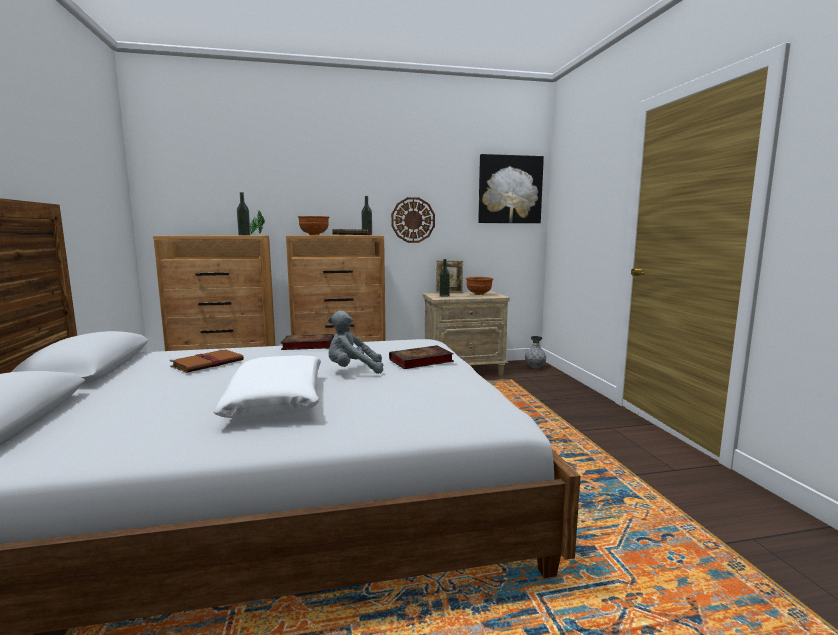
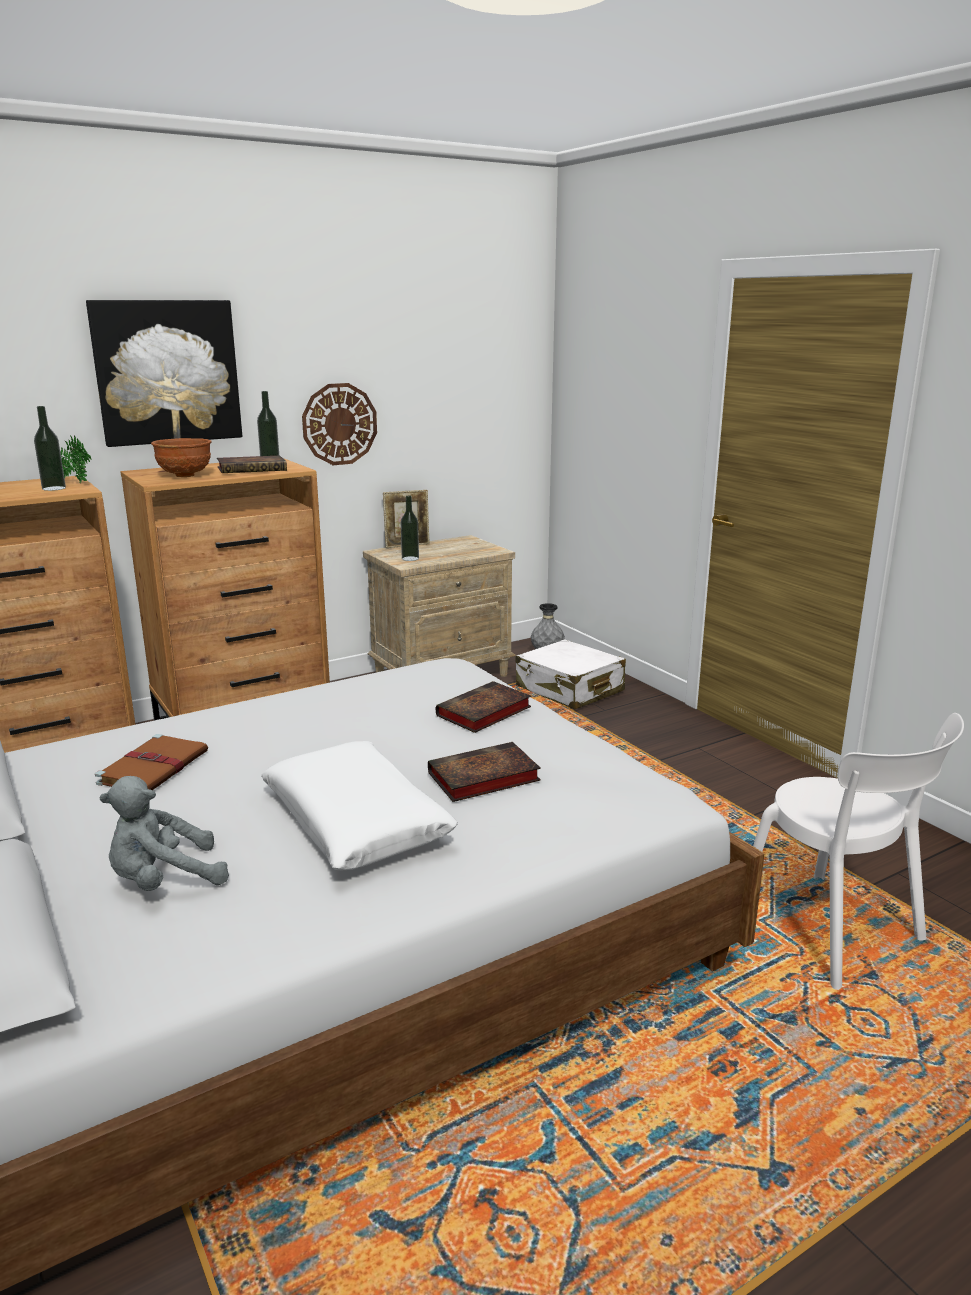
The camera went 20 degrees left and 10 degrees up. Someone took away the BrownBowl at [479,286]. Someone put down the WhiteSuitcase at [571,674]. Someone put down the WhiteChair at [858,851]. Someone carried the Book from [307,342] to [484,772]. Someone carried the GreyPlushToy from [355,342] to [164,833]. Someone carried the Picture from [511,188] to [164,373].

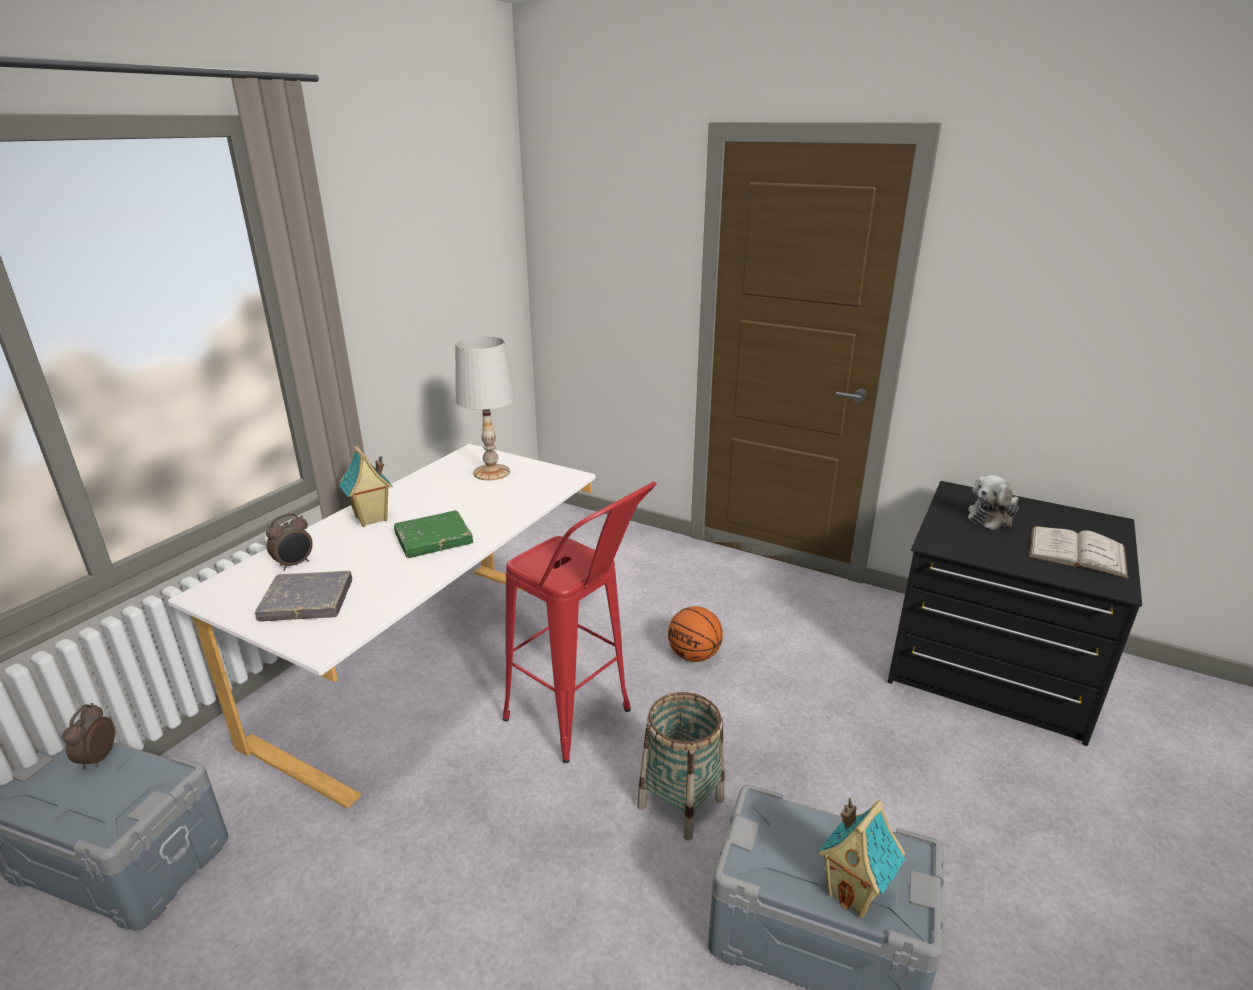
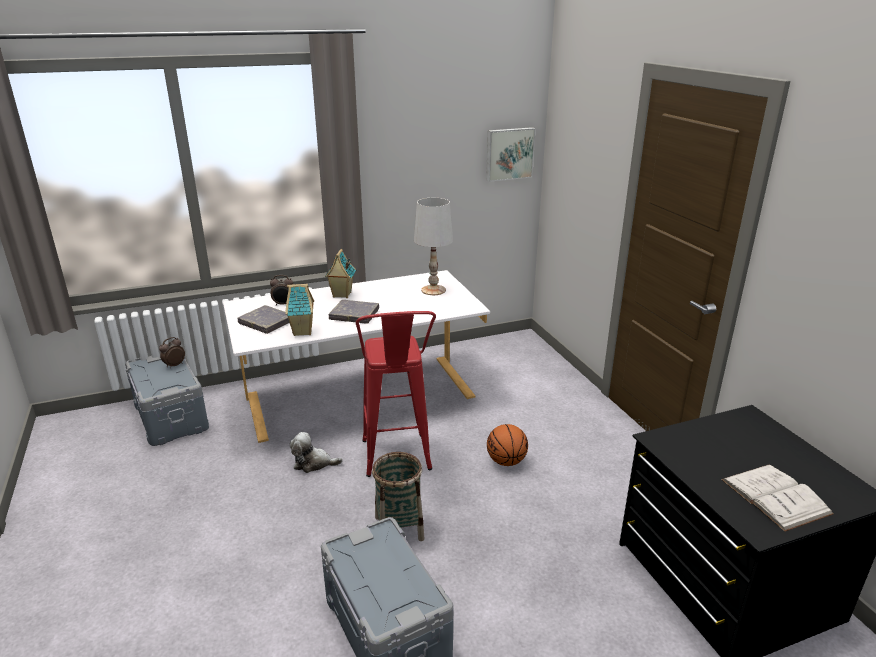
The camera went 40 degrees right and 0 degrees up. Someone put up the Picture at [511,154]. Someone carried the ToyHouse from [862,858] to [300,310]. Someone carried the PlushToy from [993,502] to [316,452]. Someone repainted the GreenBook at [433,534], which became the GreyBook at [354,312].

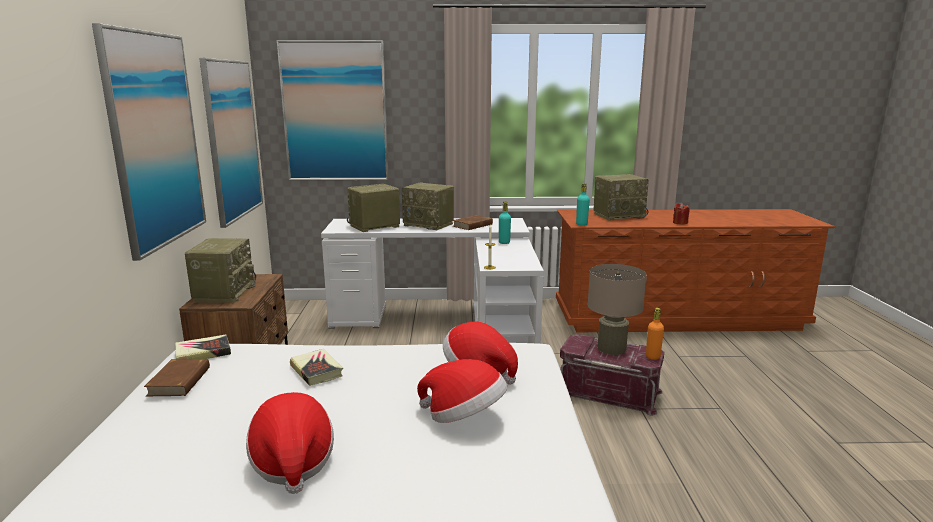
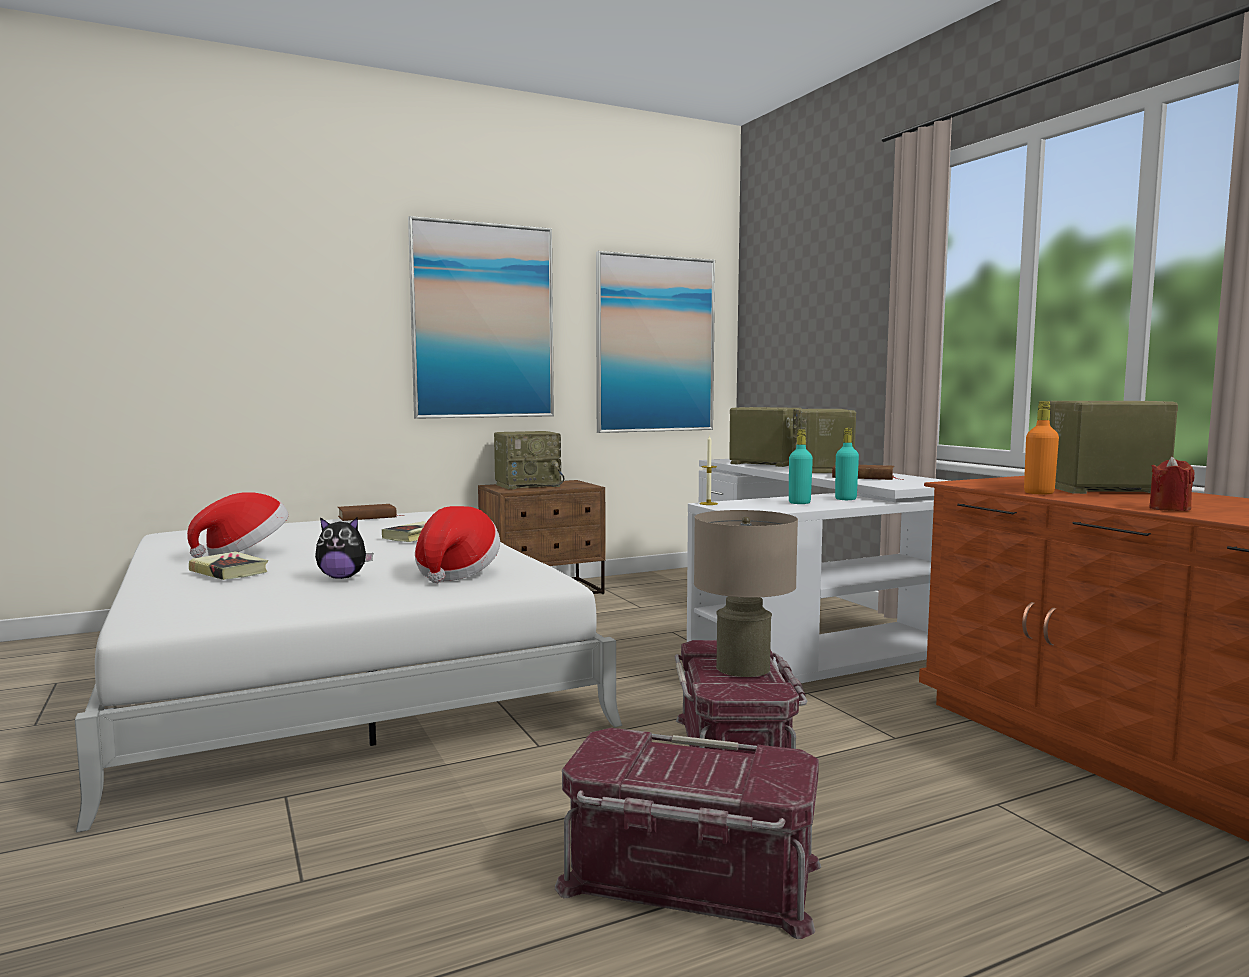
The camera went 65 degrees right and 10 degrees down. Someone took away the Picture at [332,110]. Someone put down the RedStorageBox at [688,833]. Someone carried the Book from [203,347] to [228,565]. Someone carried the TurquoiseBottle from [583,204] to [801,466]. Someone carried the OrangeBottle from [655,334] to [1041,448]. Someone swapped the Hat at [462,391] for the PlushToy at [344,548]. Someone rotated the Radio at [621,197] by 135 degrees clockwise.

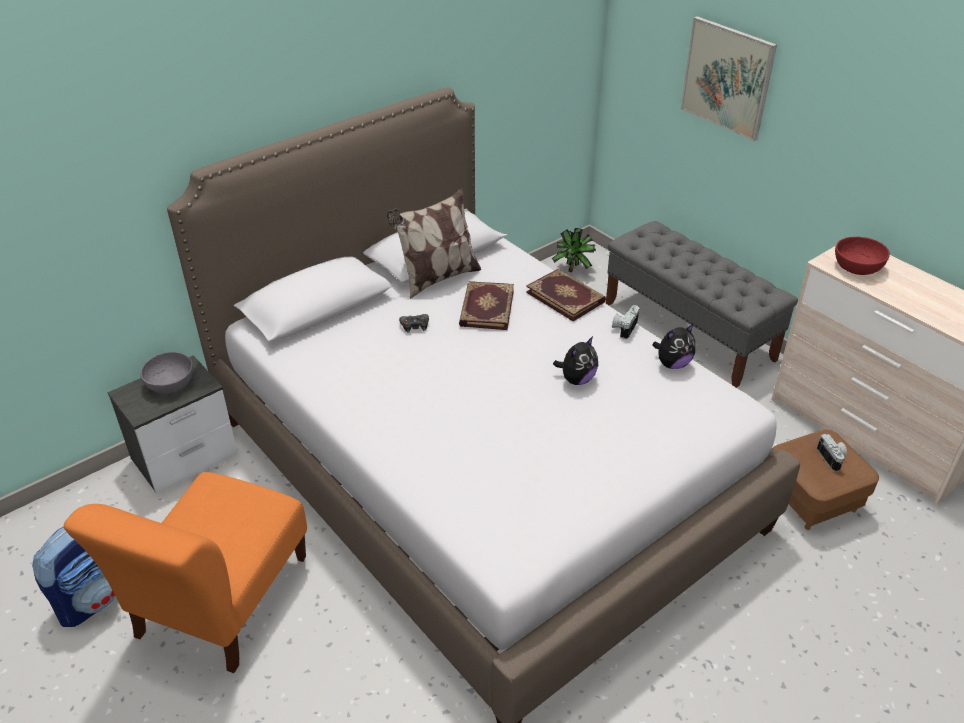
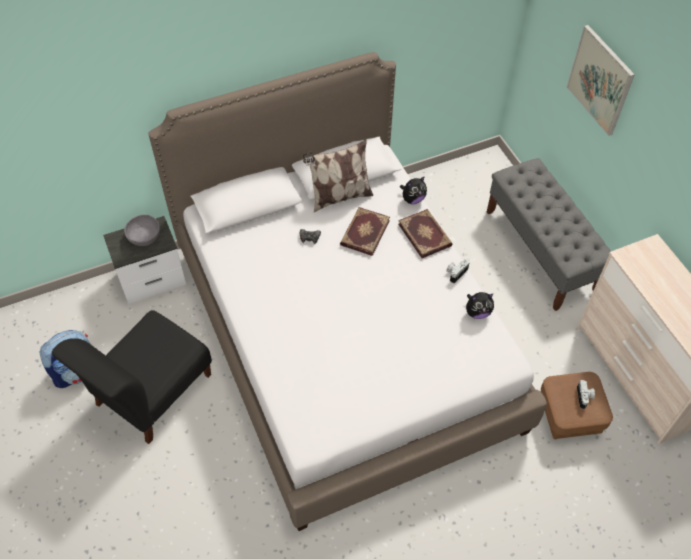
The camera went 15 degrees right and 15 degrees up. Someone took away the PottedPlant at [574,250]. Someone took away the RedBowl at [862,256]. Someone carried the PlushToy from [575,360] to [413,190]. Someone repainted the OrangeChair at [185,572], which became the BlackChair at [132,377].

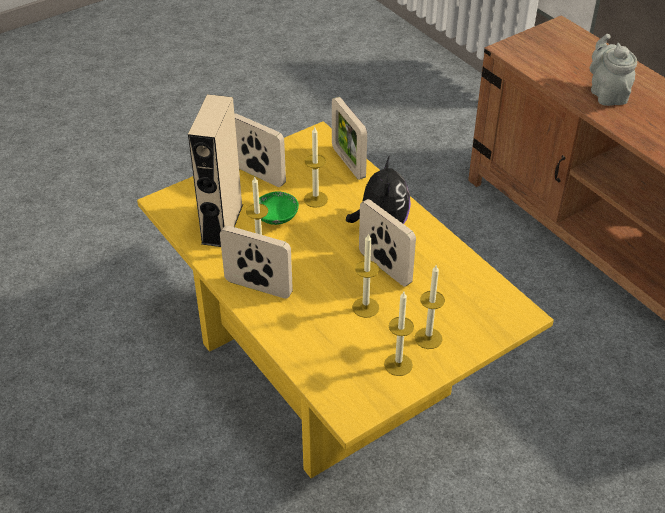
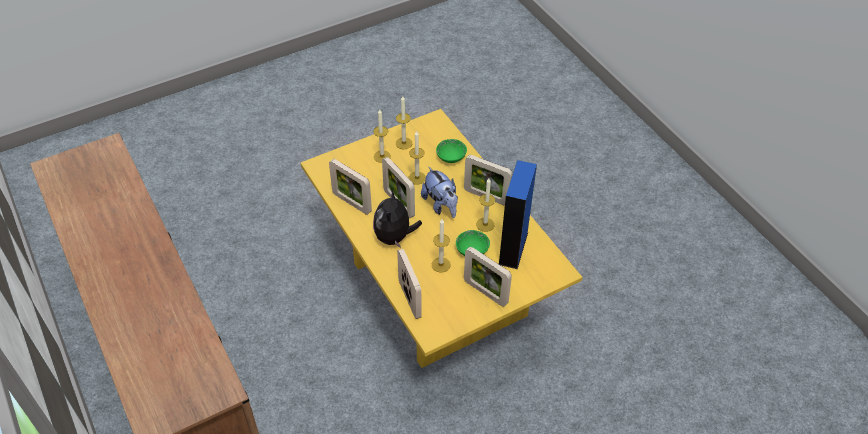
The camera went 175 degrees left and 5 degrees up. Someone took away the GreyTeapot at [613,70]. Someone put down the PictureFrame at [350,187]. Someone put down the PlushToy at [439,192]. Someone put down the GreenBowl at [451,151]. Someone repainted the BeigeSpeaker at [215,170], which became the BlueSpeaker at [518,214].

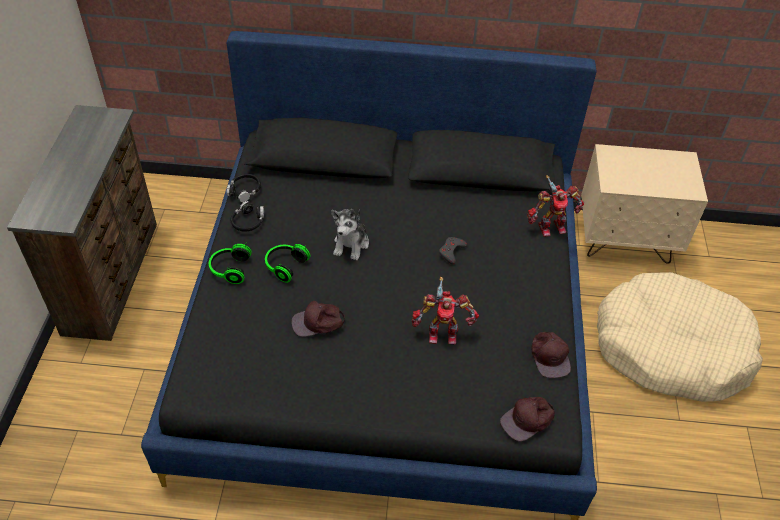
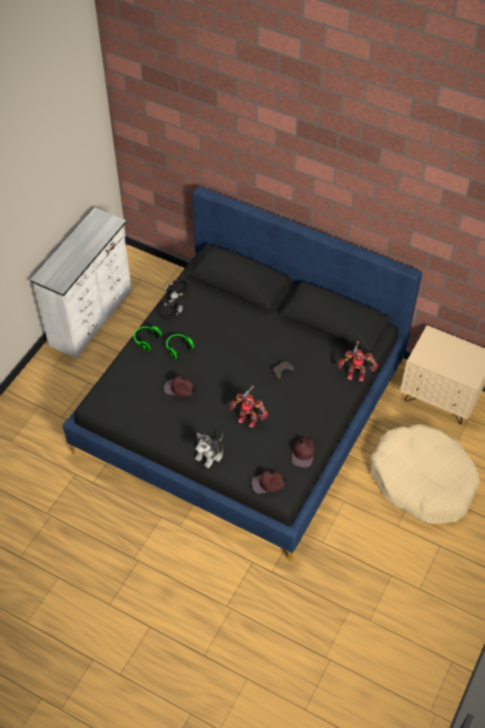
The camera went 25 degrees right and 5 degrees up. Someone carried the PlushToy from [350,234] to [209,450]. Someone repainted the BrownDresser at [82,223], which became the WhiteDresser at [81,283].

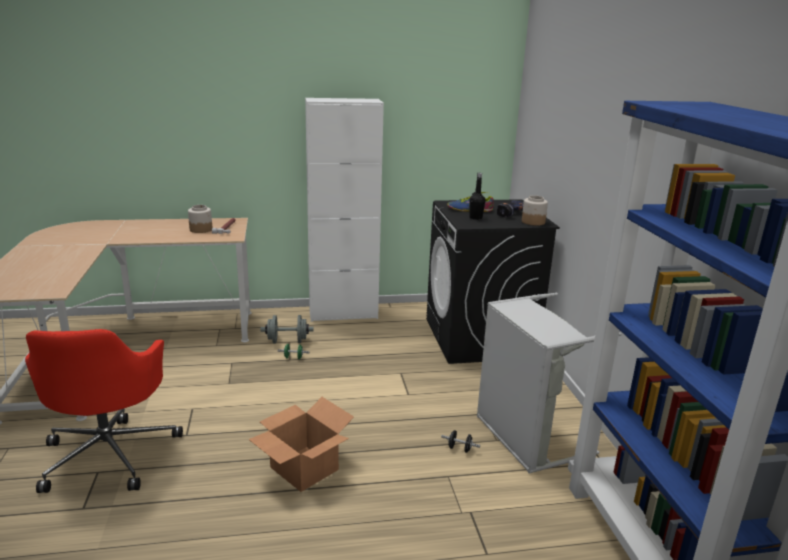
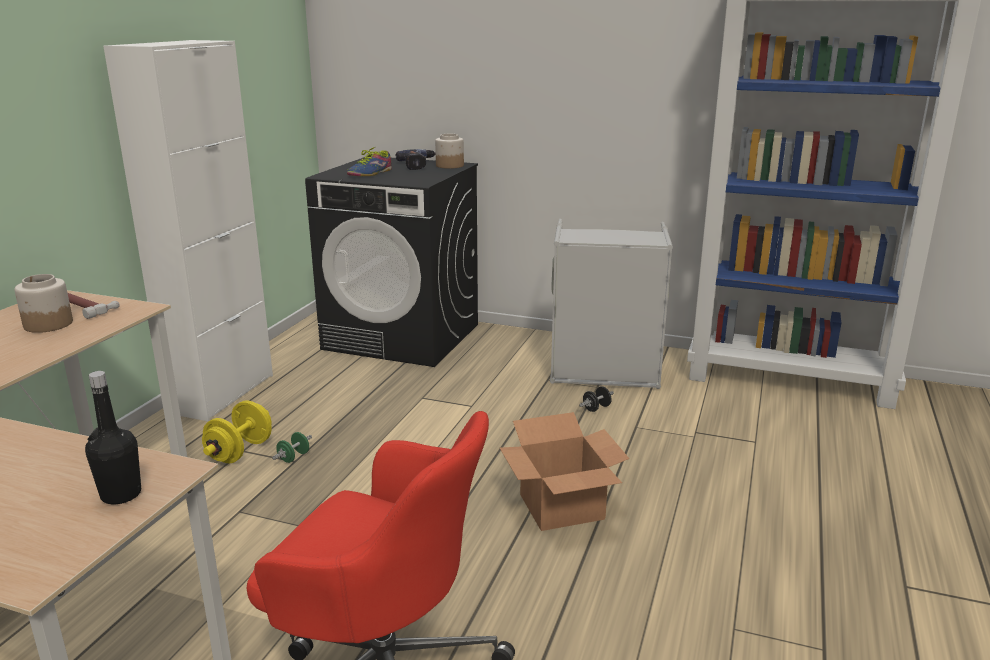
The camera went 60 degrees left and 0 degrees up. Someone carried the BlackBottle from [477,196] to [113,437]. Someone repainted the GreyDumbbell at [287,329], which became the YellowDumbbell at [237,431].

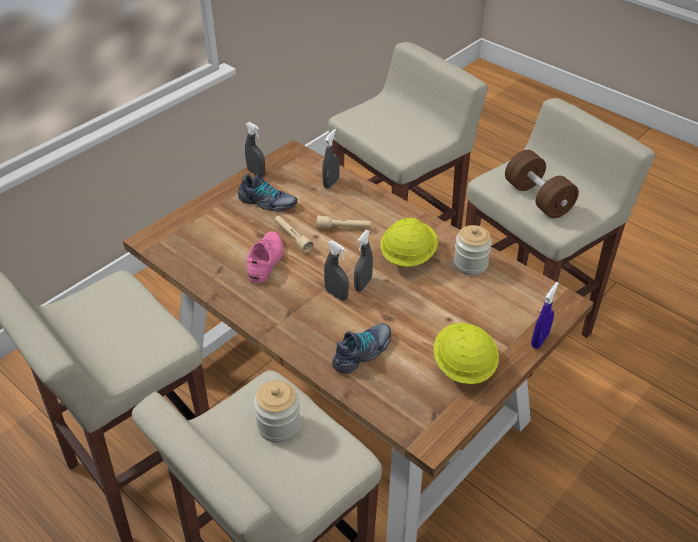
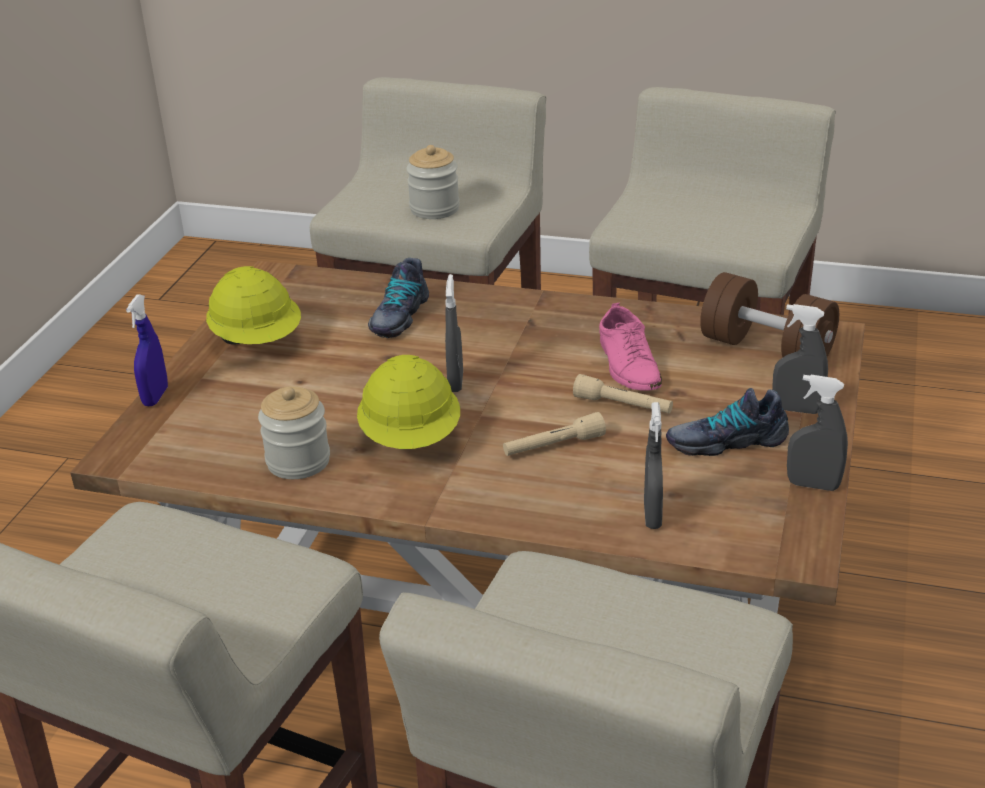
The camera went 155 degrees right and 10 degrees down. Someone carried the GreySprayBottle from [336,270] to [800,359]. Someone carried the BrownDumbbell from [542,184] to [769,314].

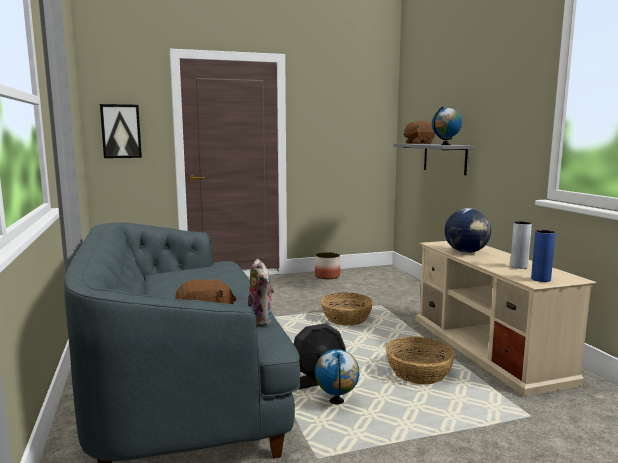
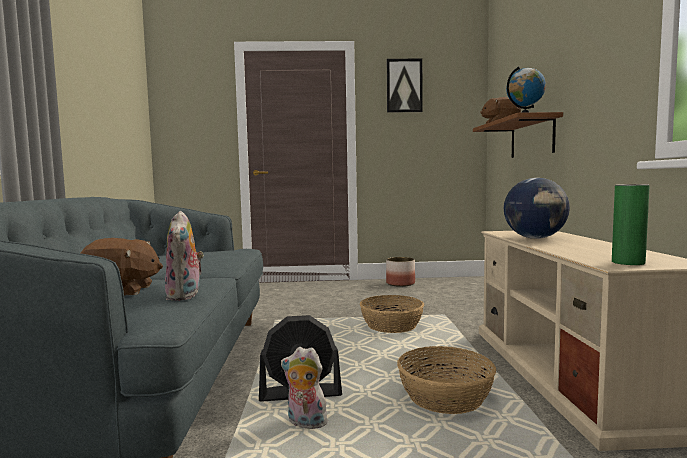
The camera went 15 degrees right and 5 degrees down. Someone took away the GreyVase at [521,245]. Someone carried the Picture from [121,131] to [404,86]. Someone swapped the Globe at [337,376] for the PlushToy at [304,388]. Someone repainted the GreyShelf at [434,159], which became the BrownShelf at [518,135]. Someone repainted the BlueVase at [543,256], which became the GreenVase at [630,224].

